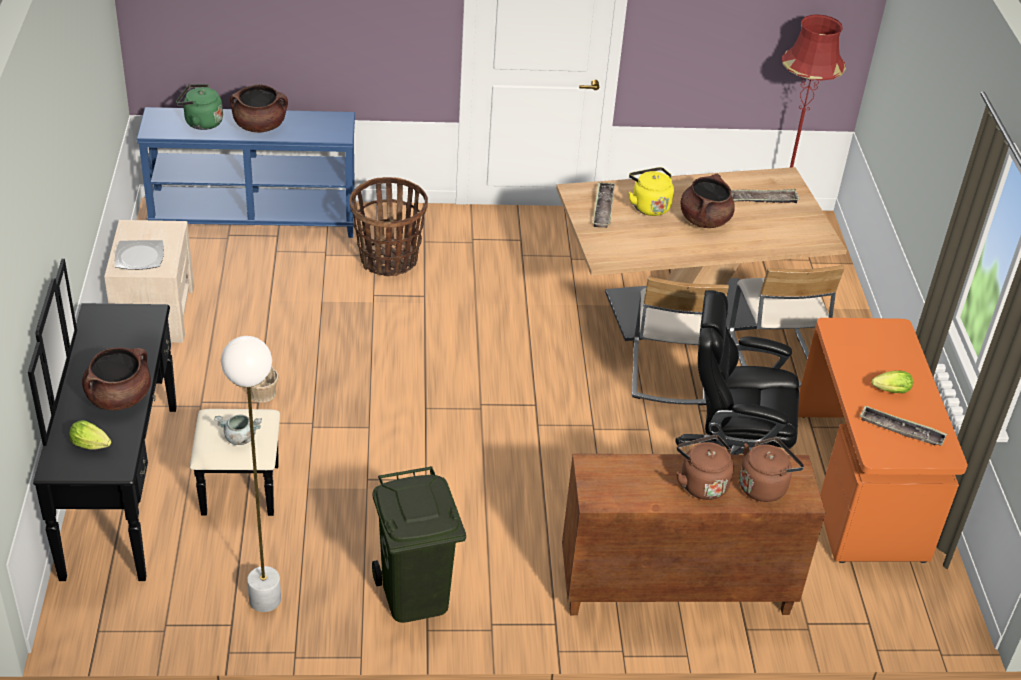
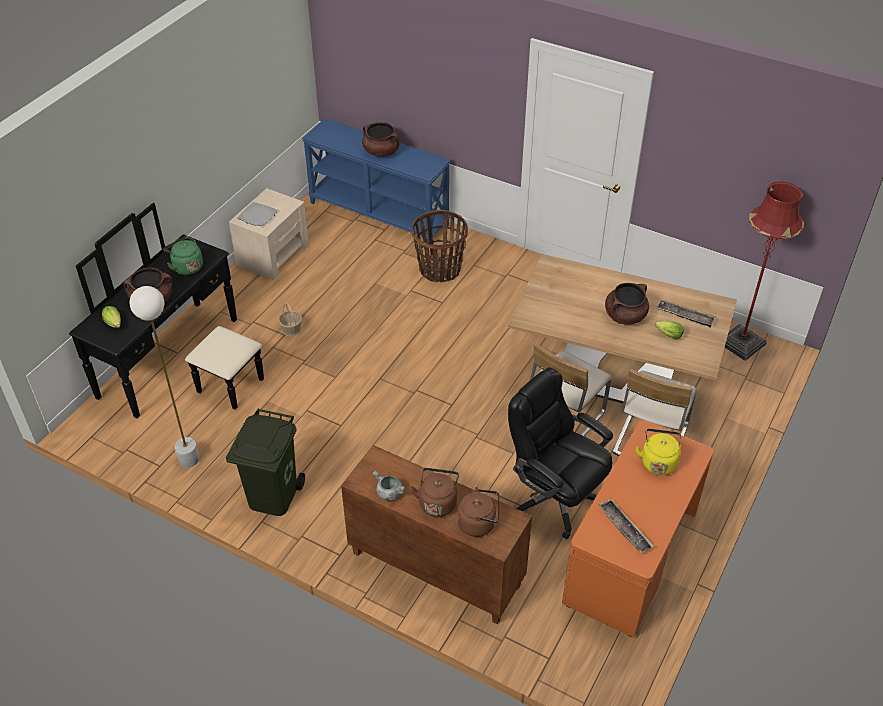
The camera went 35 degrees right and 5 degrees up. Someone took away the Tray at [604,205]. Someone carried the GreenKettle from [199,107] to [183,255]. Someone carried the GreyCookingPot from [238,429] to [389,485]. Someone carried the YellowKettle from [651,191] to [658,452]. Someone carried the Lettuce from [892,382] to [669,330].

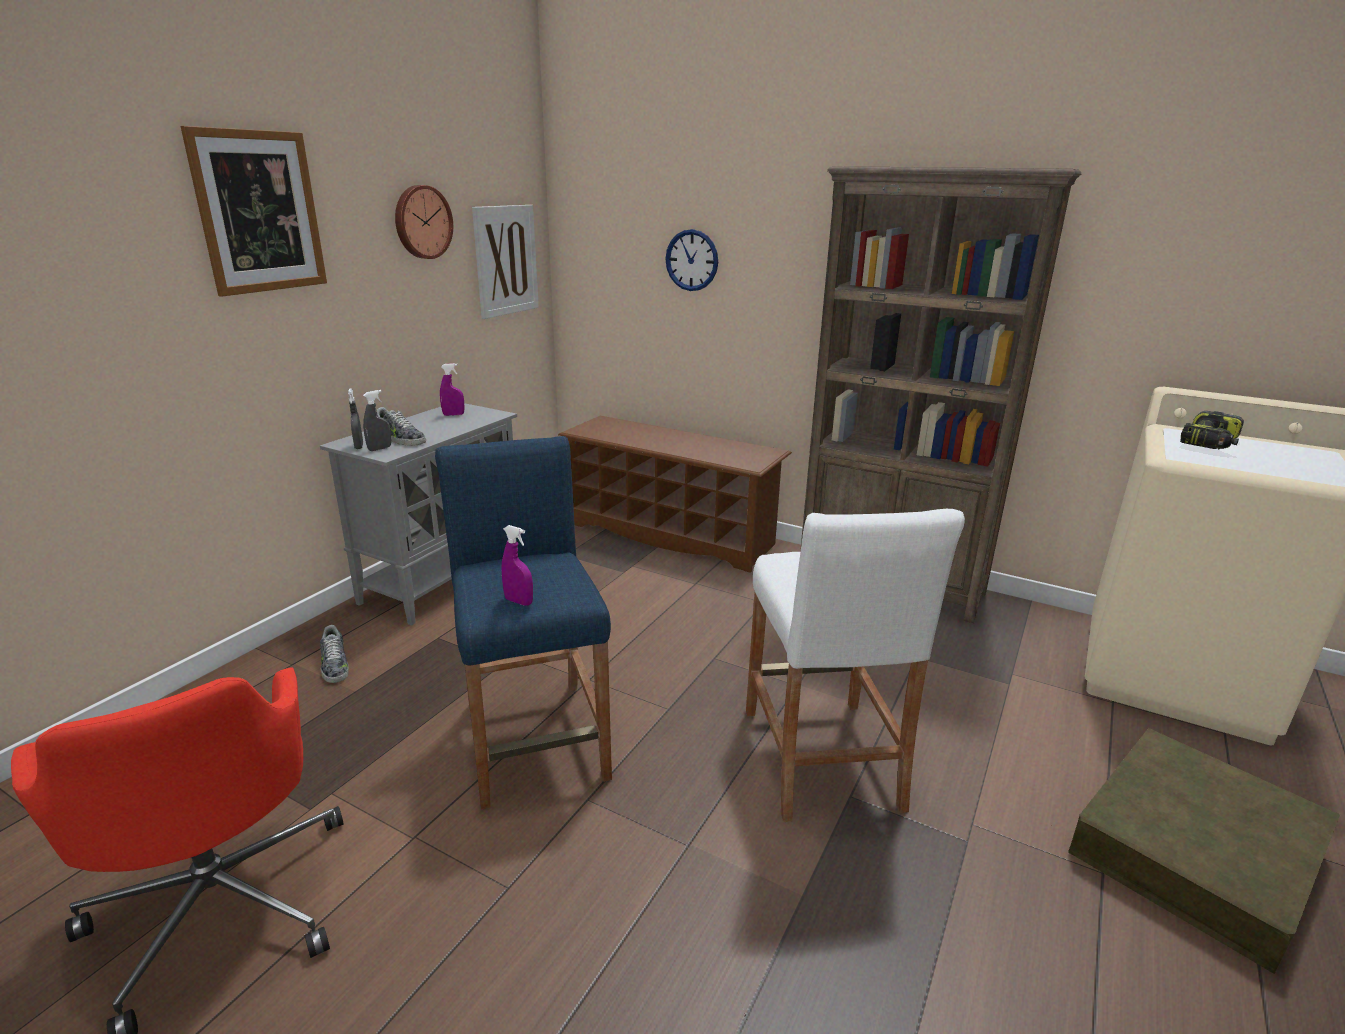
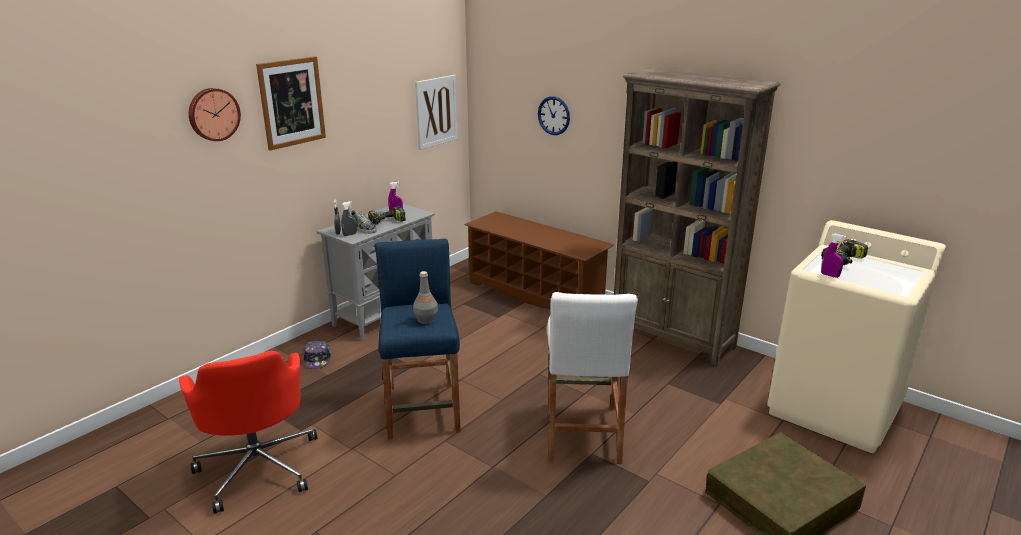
The camera went 10 degrees right and 0 degrees up. Someone put down the PowerDrill at [387,215]. Someone put down the GreyBottle at [425,297]. Someone carried the WallClock from [424,222] to [215,114]. Someone carried the PurpleSprayBottle from [517,565] to [833,256]. Someone swapped the Shoe at [334,654] for the Cap at [317,355].

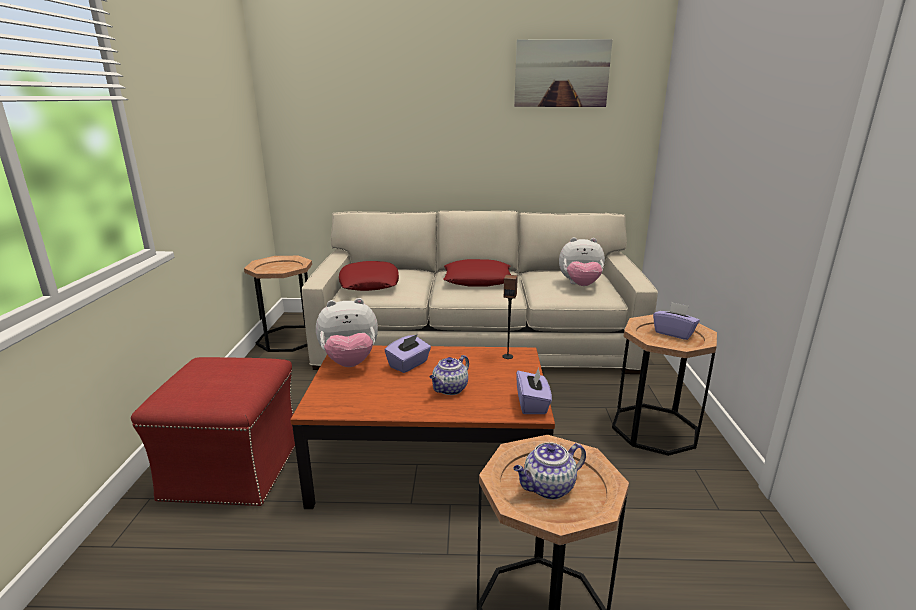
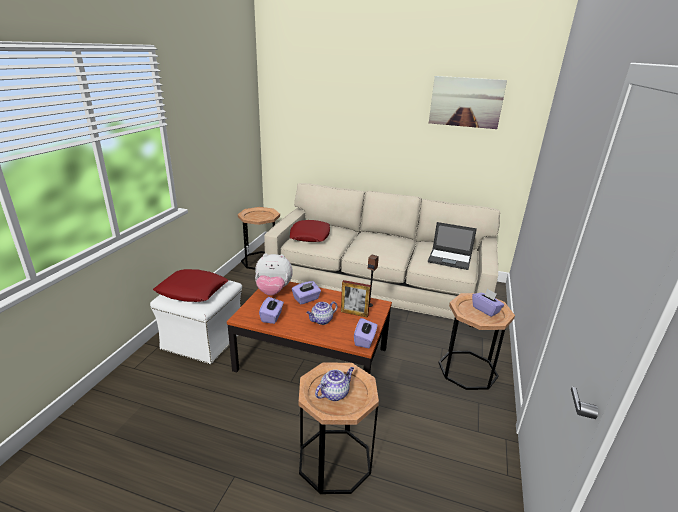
The camera went 15 degrees right and 5 degrees up. Someone put down the PurpleTissueBox at [271,310]. Someone put down the PictureFrame at [356,299]. Someone carried the RedPillow from [477,273] to [190,285]. Someone swapped the PlushToy at [582,261] for the Laptop at [452,246]. Someone repainted the RedOttoman at [213,431], which became the WhiteOttoman at [196,322]. Someone rotated the Teapot at [549,471] by 150 degrees clockwise.

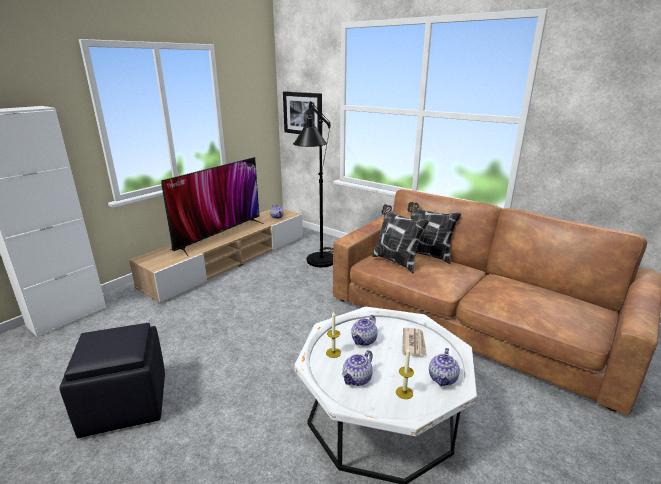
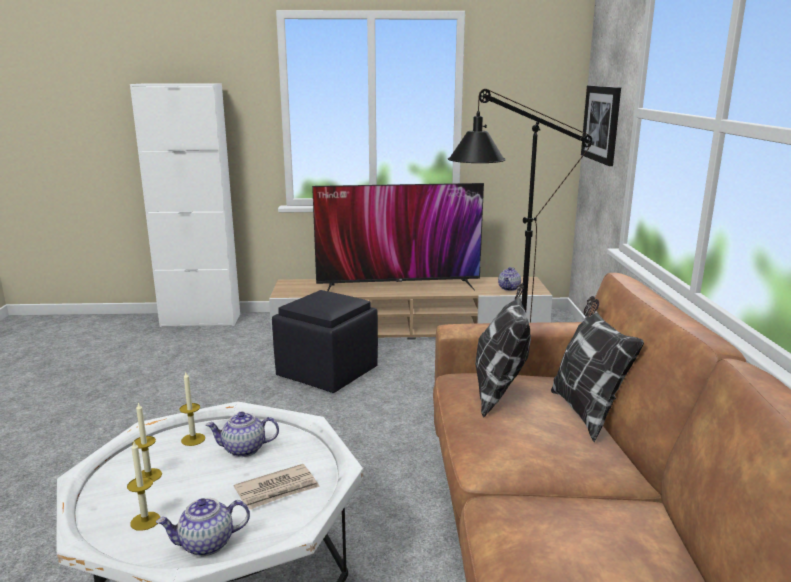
The camera went 50 degrees right and 5 degrees down. Someone carried the BlackOttoman from [112,380] to [325,341]. Someone swapped the Teapot at [357,368] for the Candle at [147,442].

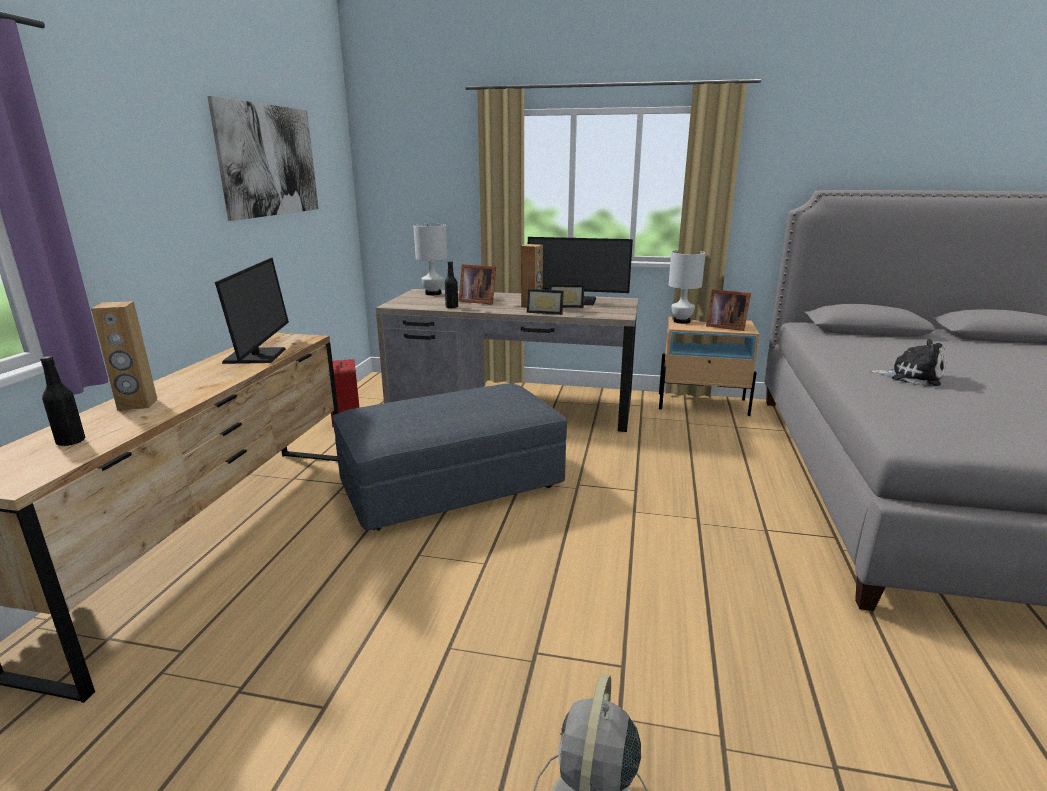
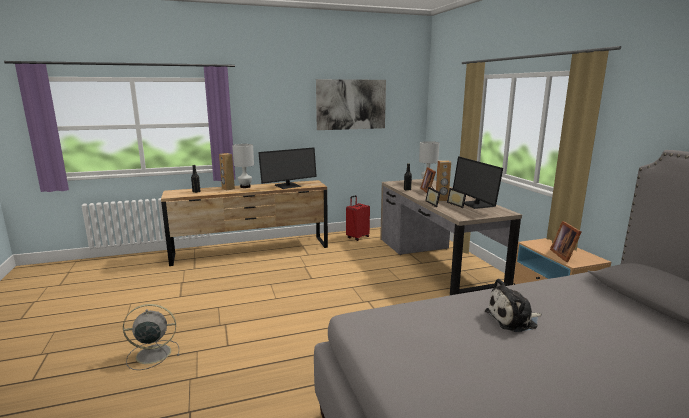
The camera went 60 degrees right and 5 degrees down. Someone took away the GreyOttoman at [450,457]. Someone carried the WhiteTableLamp from [687,287] to [243,166]. Someone rotated the PlushToy at [908,362] by 75 degrees clockwise.

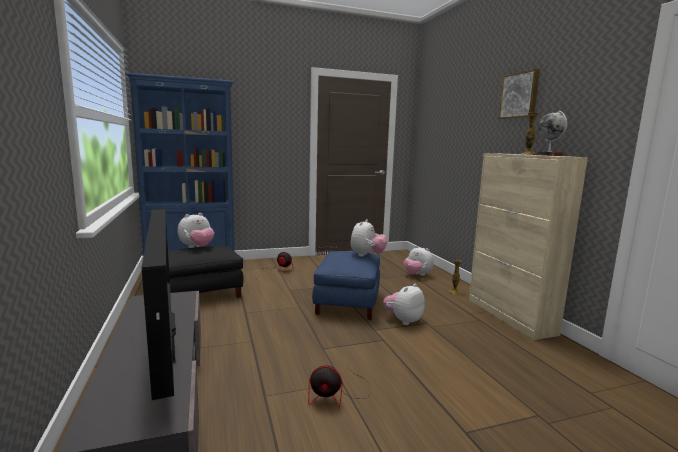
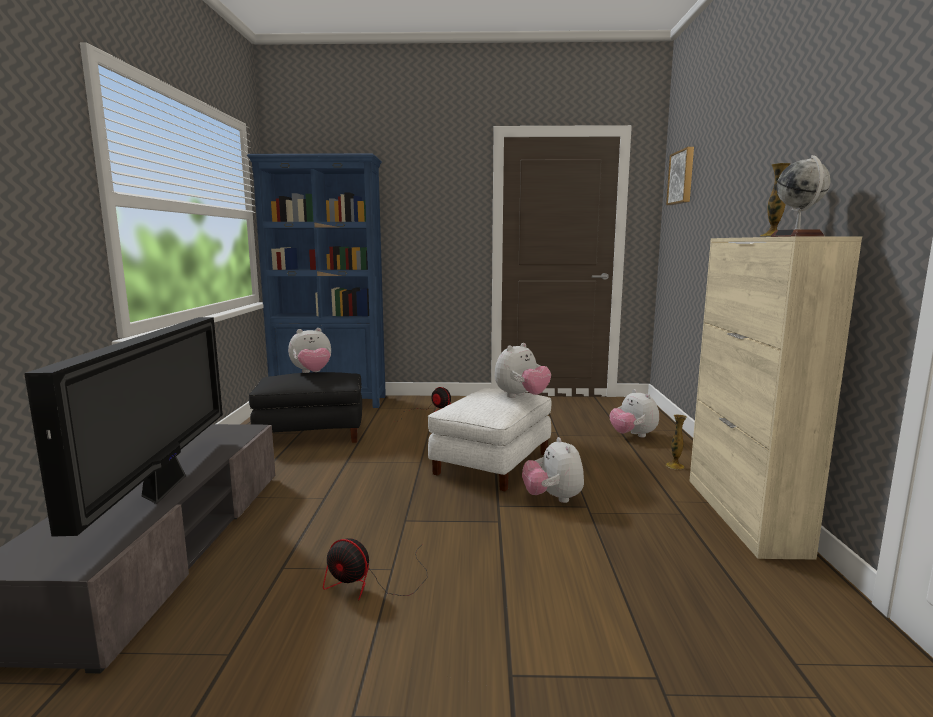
The camera went 20 degrees right and 0 degrees up. Someone carried the Picture from [519,94] to [680,176]. Someone repainted the BlueOttoman at [346,285], which became the WhiteOttoman at [490,439]. Someone rotated the PlushToy at [404,304] by 75 degrees counterclockwise.

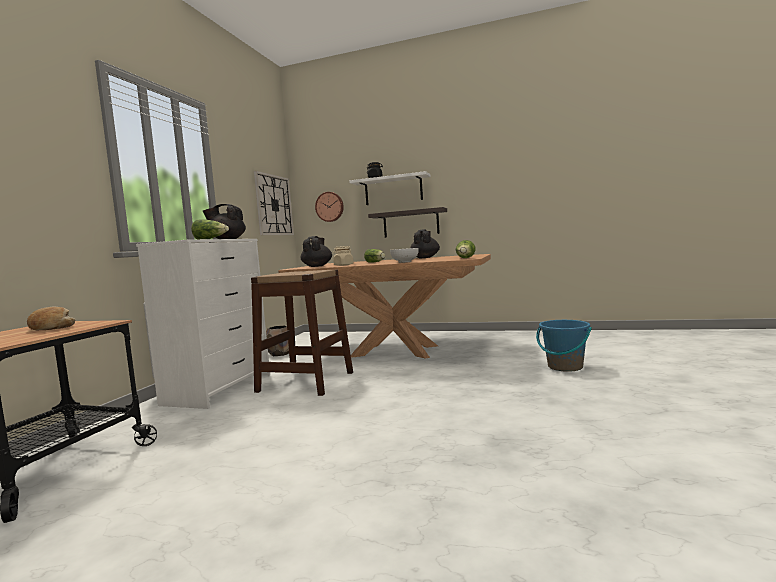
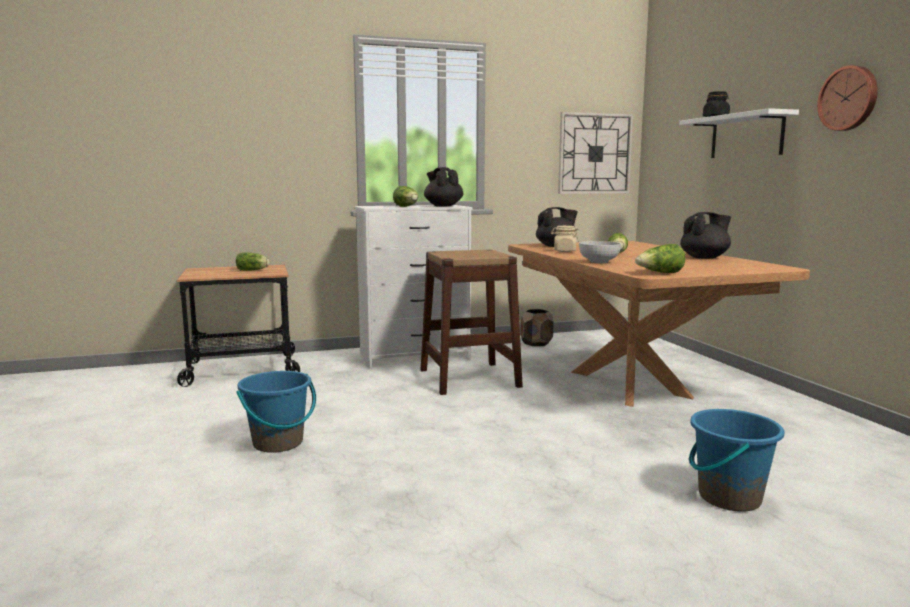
The camera went 55 degrees right and 5 degrees up. Someone took away the Shelf at [407,222]. Someone put down the BlueBucket at [276,412]. Someone carried the WallClock from [329,207] to [847,98]. Someone swapped the Bread at [51,319] for the Lettuce at [253,261].

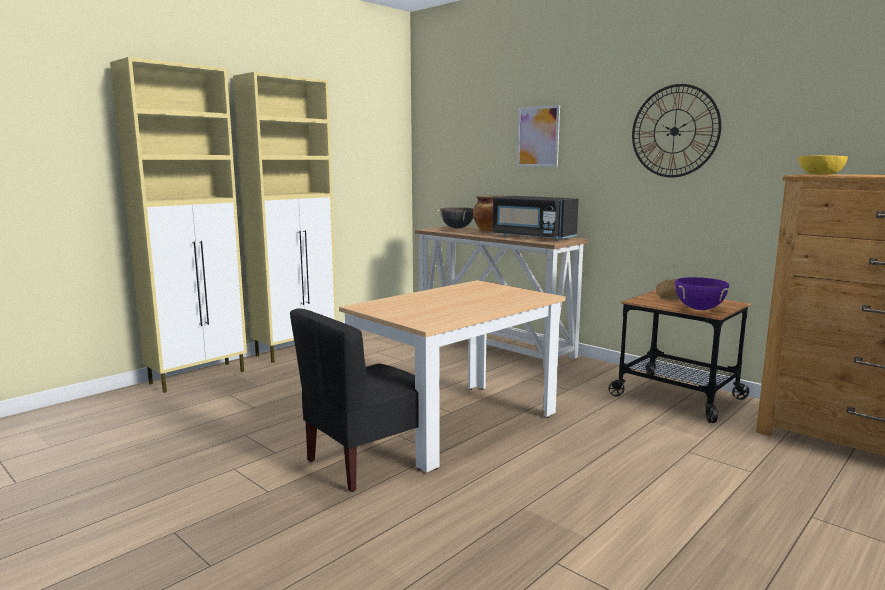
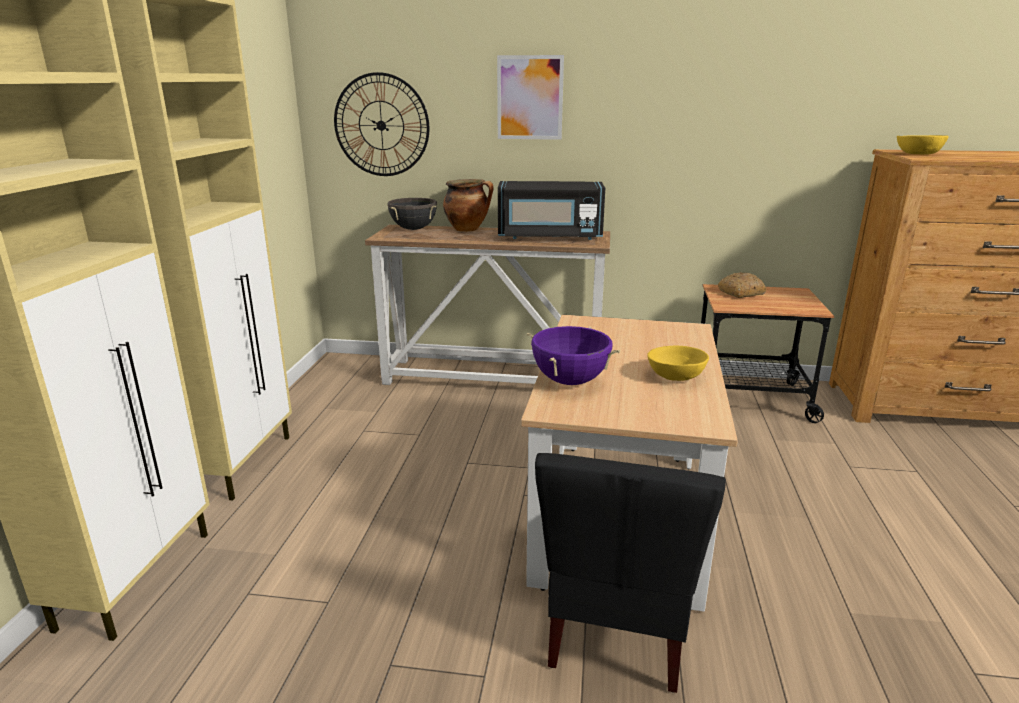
The camera went 35 degrees left and 10 degrees up. Someone put down the YellowBowl at [678,363]. Someone carried the WallClock from [676,130] to [381,124]. Someone carried the PurpleCookingPot from [702,293] to [573,355].

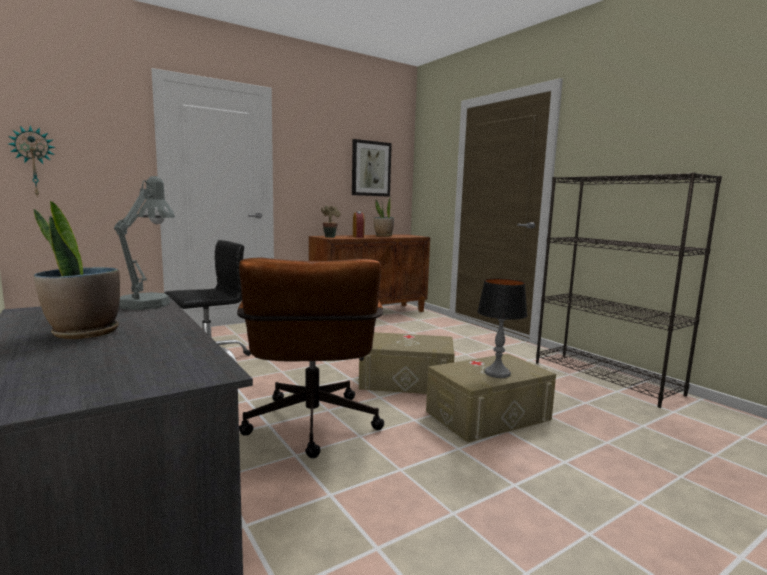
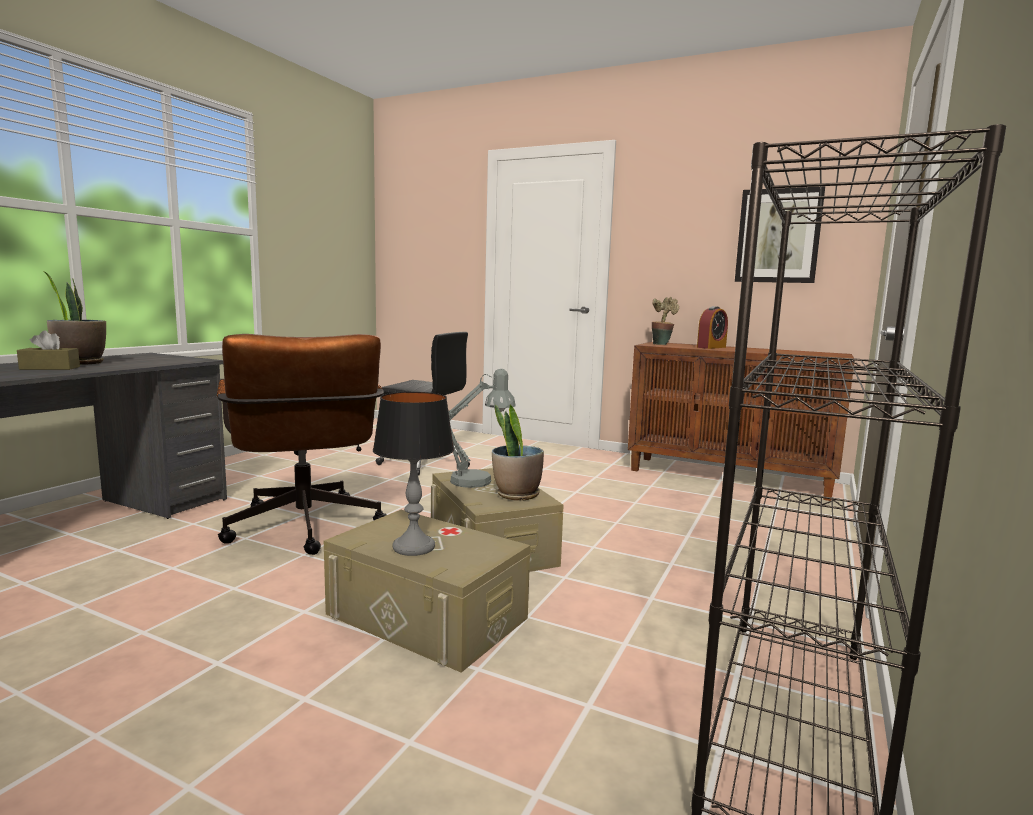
The camera went 60 degrees right and 0 degrees up. Someone took away the WallClock at [32,161]. Someone put down the BrownTissueBox at [48,350]. Someone carried the GreyTableLamp from [144,243] to [482,428]. Someone carried the PottedPlant from [384,217] to [518,452]. Someone rotated the BrownOfficeChair at [310,358] by 75 degrees counterclockwise.

